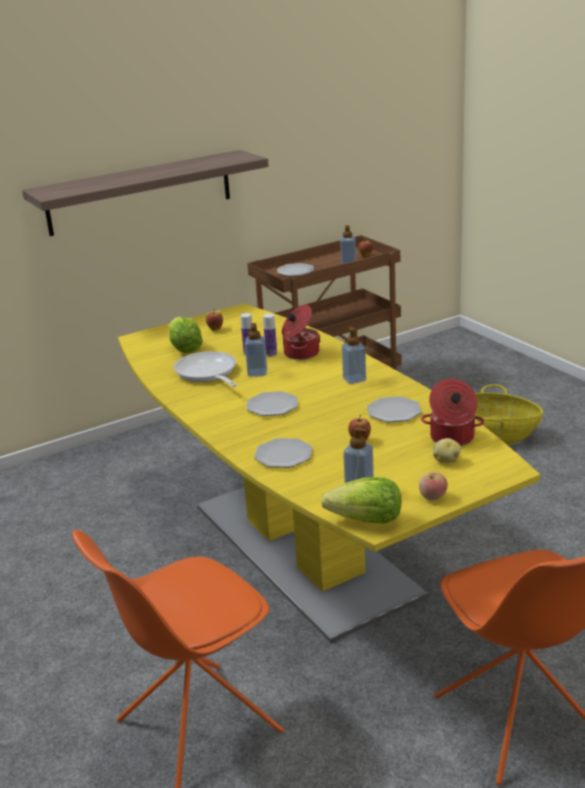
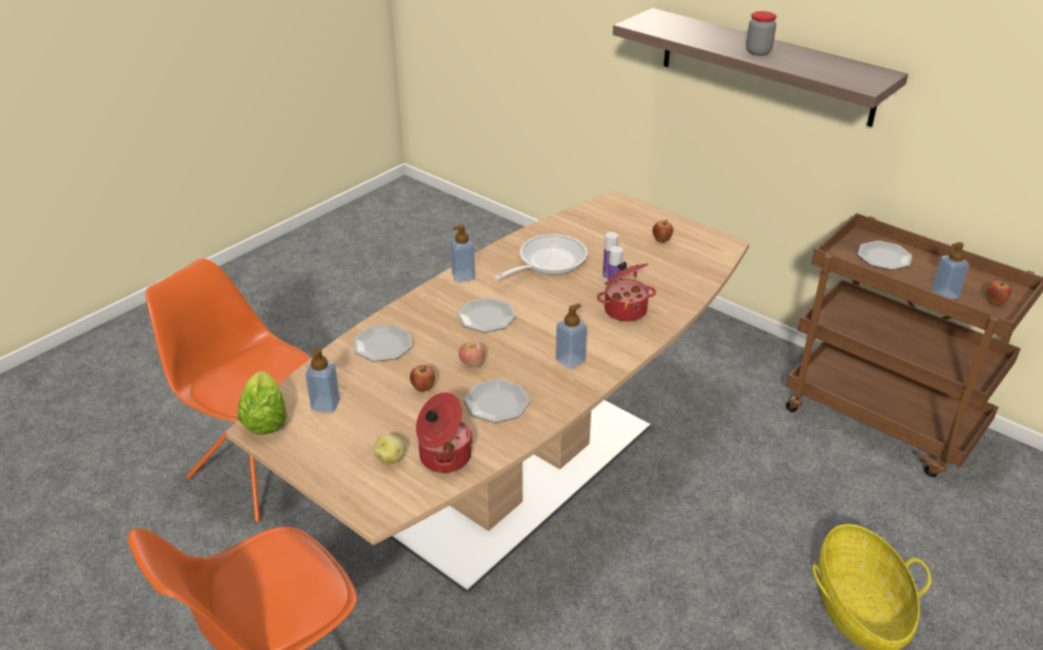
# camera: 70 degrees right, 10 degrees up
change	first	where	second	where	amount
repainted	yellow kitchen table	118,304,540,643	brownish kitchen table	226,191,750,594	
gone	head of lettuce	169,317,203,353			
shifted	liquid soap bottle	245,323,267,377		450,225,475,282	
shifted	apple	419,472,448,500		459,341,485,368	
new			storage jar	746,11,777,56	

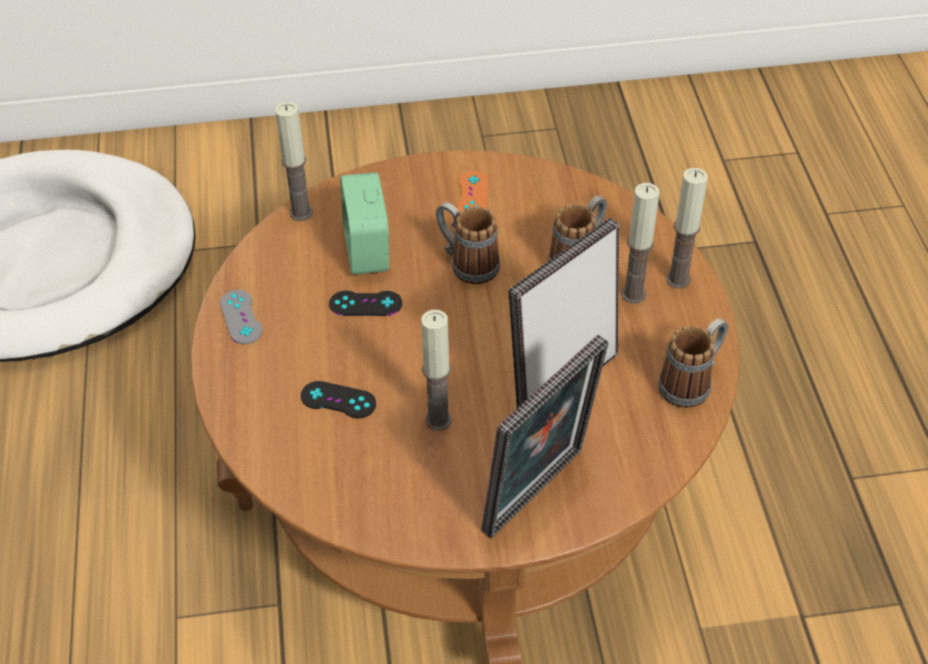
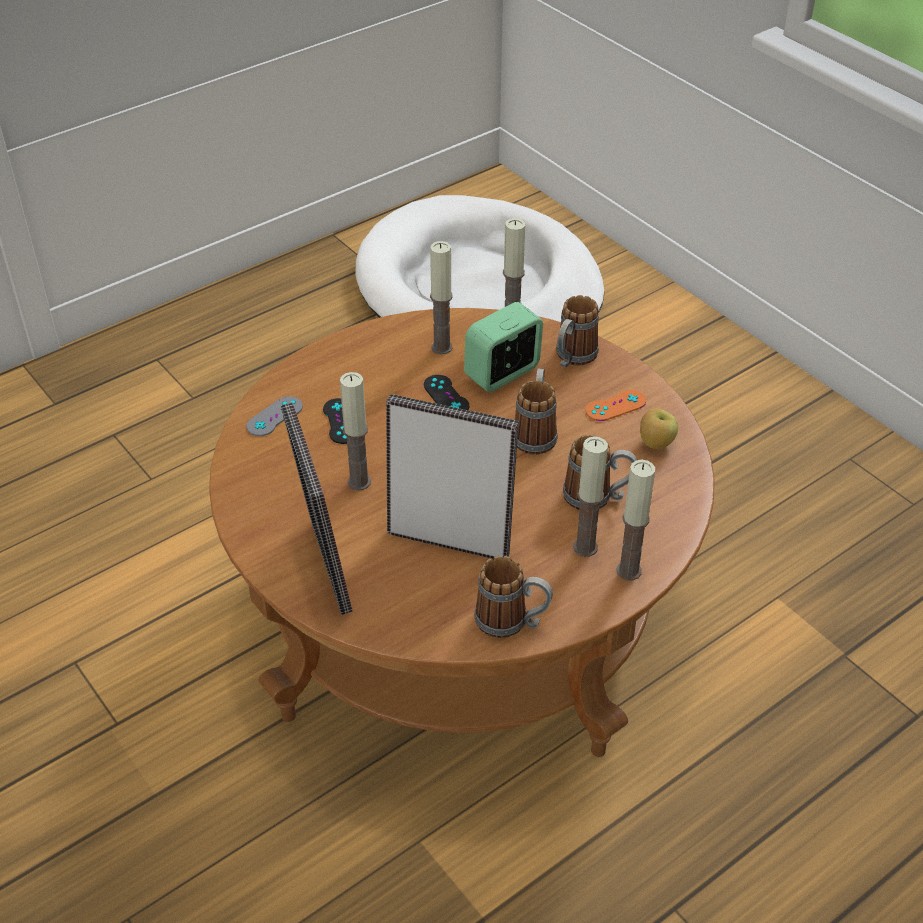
# camera: 60 degrees right, 5 degrees down
change	first	where	second	where	amount
shifted	grey game controller	220,290,262,344		246,396,303,436	
rotated	picture frame	481,335,609,538		281,403,353,615	60 degrees clockwise
new			candle	430,241,453,354	
new			coffee mug	556,295,599,368	
new			apple	640,408,678,449	

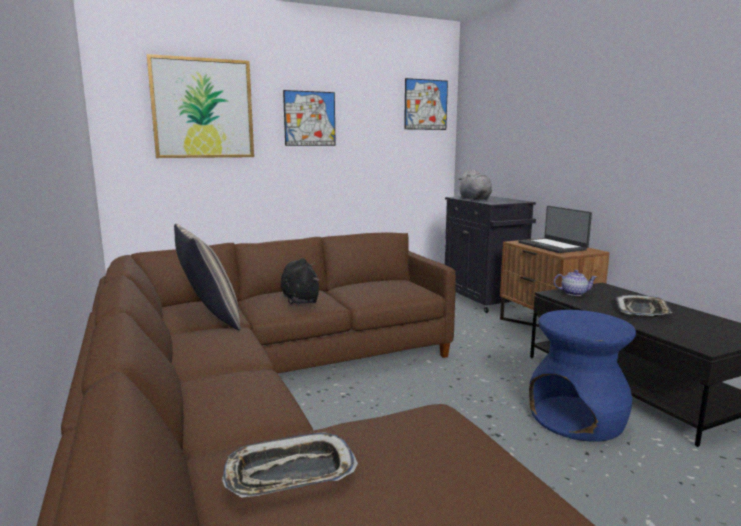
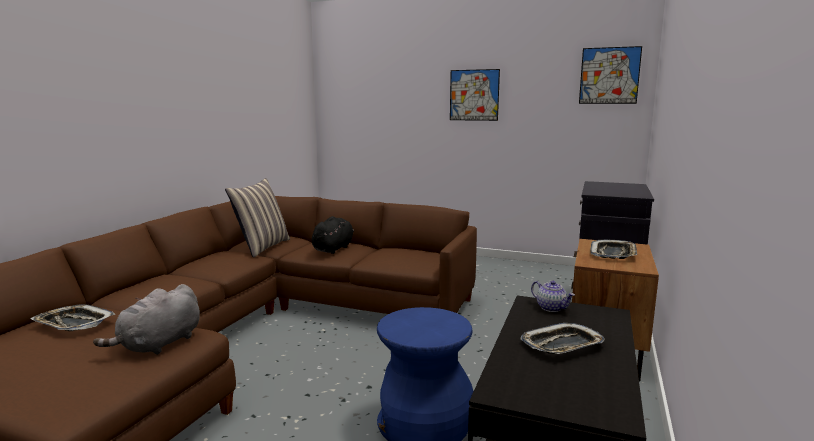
# camera: 45 degrees right, 0 degrees up
change	first	where	second	where	amount
gone	wall picture	147,54,254,158			
shifted	grey plush toy	458,169,492,200		93,284,200,355	
swapped	notebook computer	518,206,592,253	serving tray	590,240,637,259	

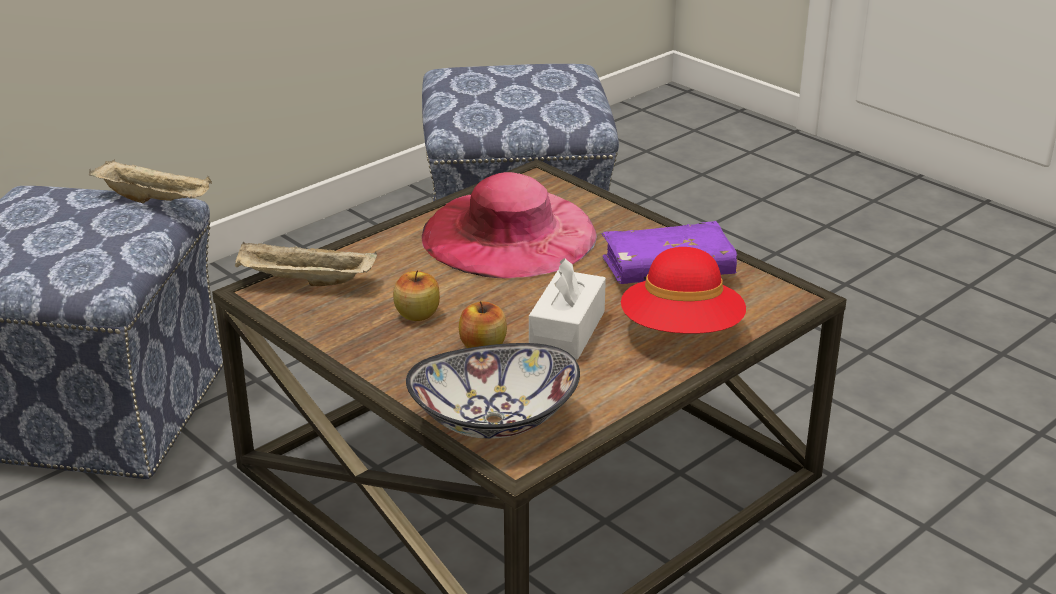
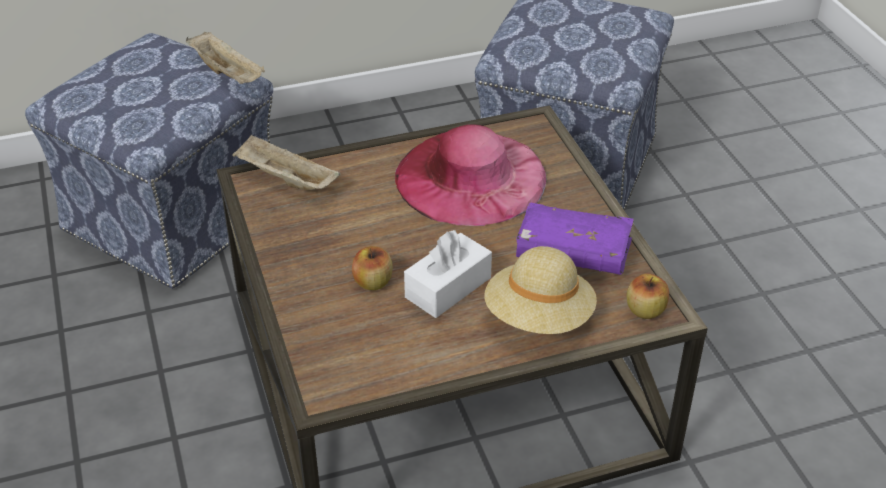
# camera: 25 degrees right, 10 degrees up
change	first	where	second	where	amount
repainted	red wearable hat	621,247,746,334	sand-coloured wearable hat	484,246,597,334	
shifted	apple	393,270,440,321		626,273,669,319	
gone	deep dish	406,343,580,439			

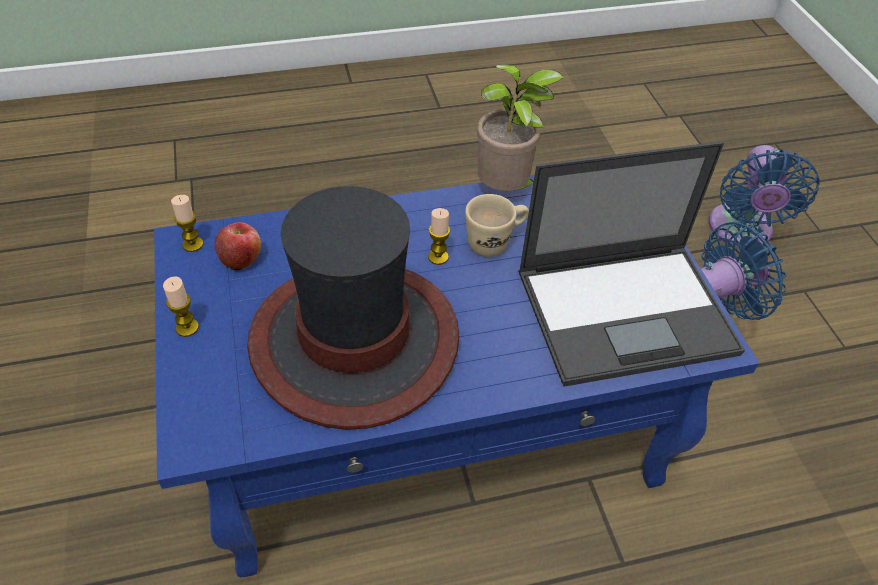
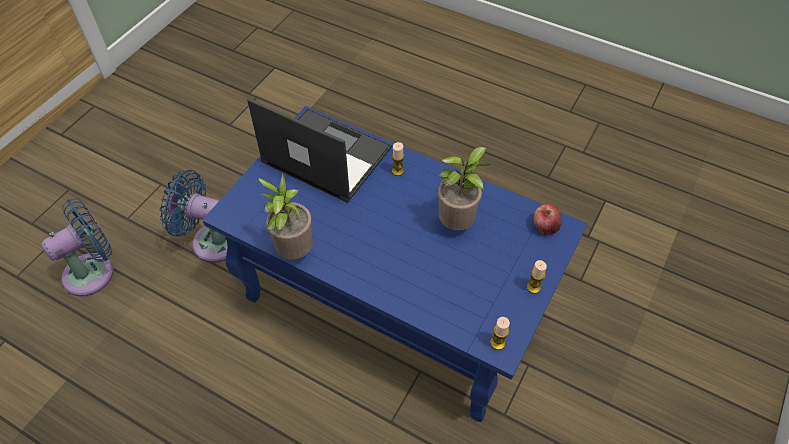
# camera: 135 degrees left, 5 degrees up
change	first	where	second	where	amount
swapped	wearable hat	247,186,460,430	plant in a pot	438,146,490,230	
gone	sand-coloured coffee mug	465,194,529,257			
shifted	candle	428,208,450,265		392,142,405,176	
shifted	apple	214,222,261,270		534,204,562,235	

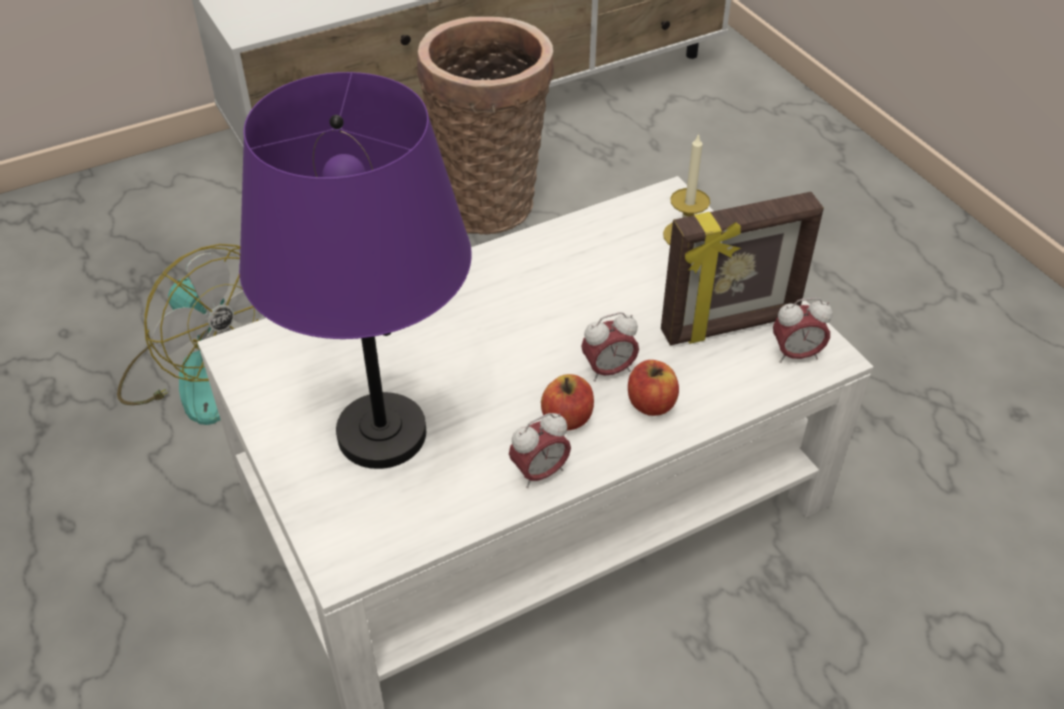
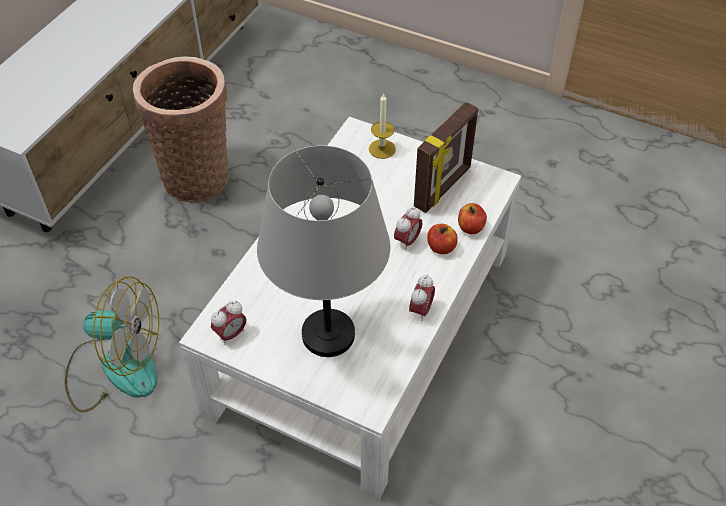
# camera: 35 degrees left, 5 degrees up
change	first	where	second	where	amount
repainted	purple-coloured lamp for a table	239,72,472,469	grey lamp for a table	257,145,390,357	
shifted	table clock	773,298,833,363		211,301,247,345	
shifted	apple	541,374,594,430		458,203,487,234	

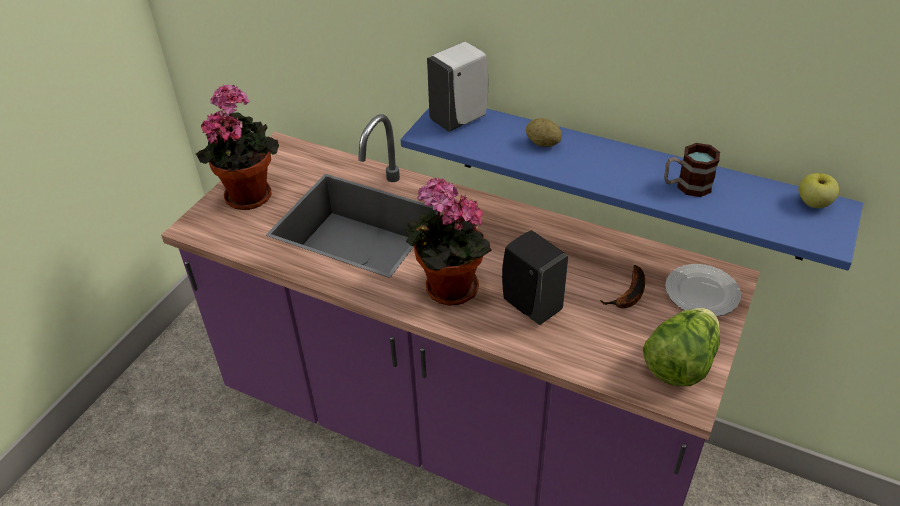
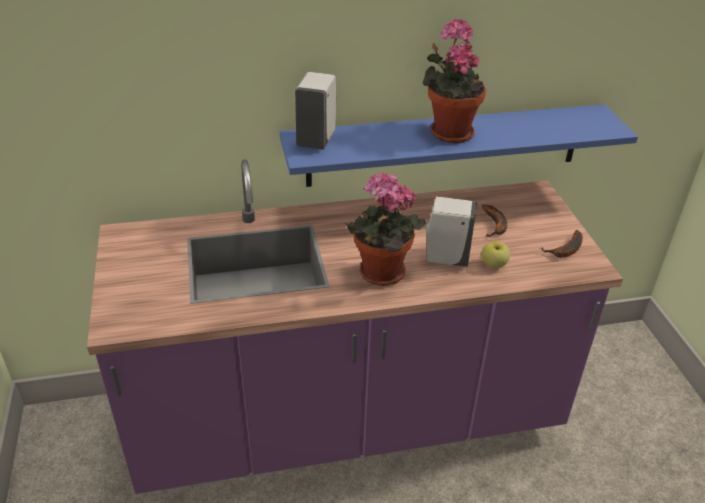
# camera: 40 degrees left, 5 degrees down
change	first	where	second	where	amount
shifted	plant in a pot	196,85,279,210		423,19,486,143	
gone	whole potato	526,118,562,147			
gone	coffee mug	664,143,720,197			
shifted	apple	799,173,839,208		481,241,510,268	
repainted	blackish liquid soap bottle	502,230,569,325	white liquid soap bottle	425,196,477,267	
gone	dinner plate	665,264,741,316			
swapped	head of lettuce	643,308,720,386	banana fruit	541,230,583,257	

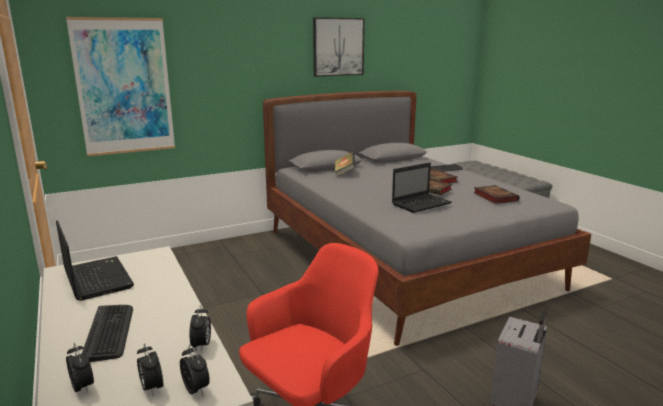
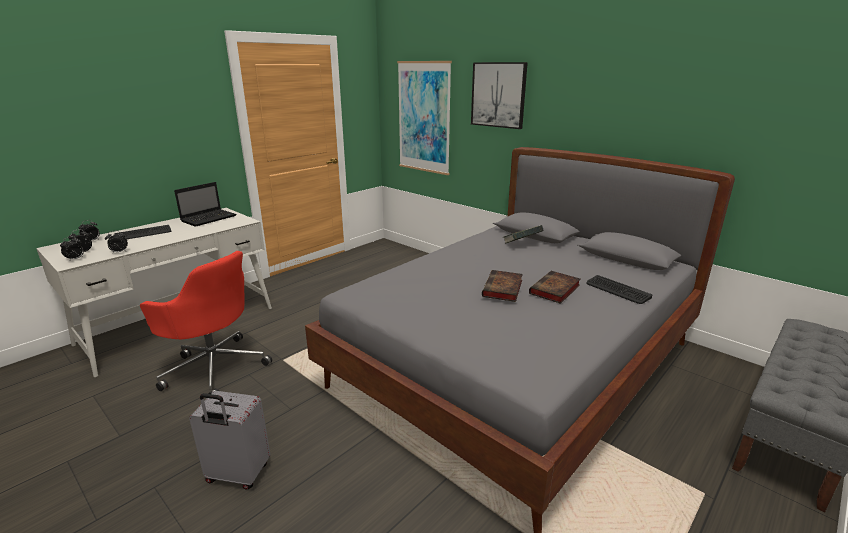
# camera: 70 degrees right, 5 degrees up
change	first	where	second	where	amount
shifted	wall picture	313,17,365,77		471,62,528,129	
gone	notebook computer	392,162,452,213			
gone	volume	473,185,519,204			

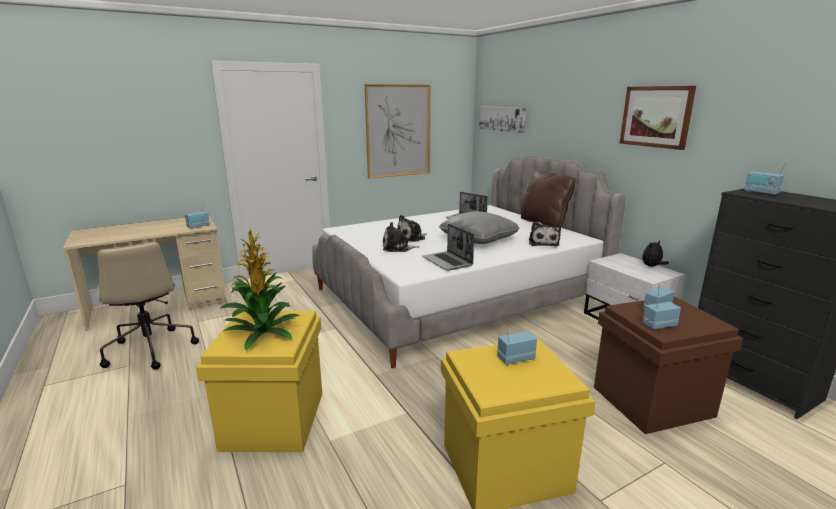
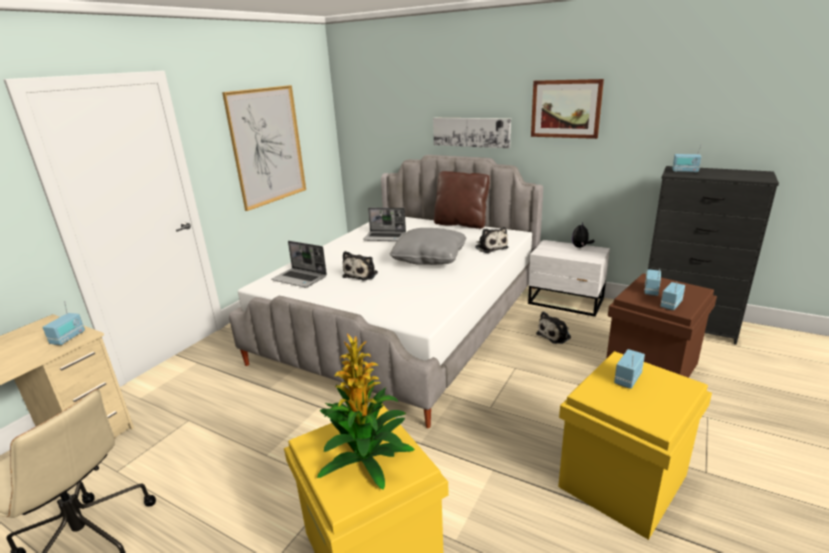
# camera: 30 degrees left, 5 degrees up
change	first	where	second	where	amount
shifted	wall picture	479,106,526,133		433,118,511,148	
shifted	plush toy	383,222,420,252		536,311,571,344	
shifted	notebook computer	422,224,474,271		271,241,327,287	

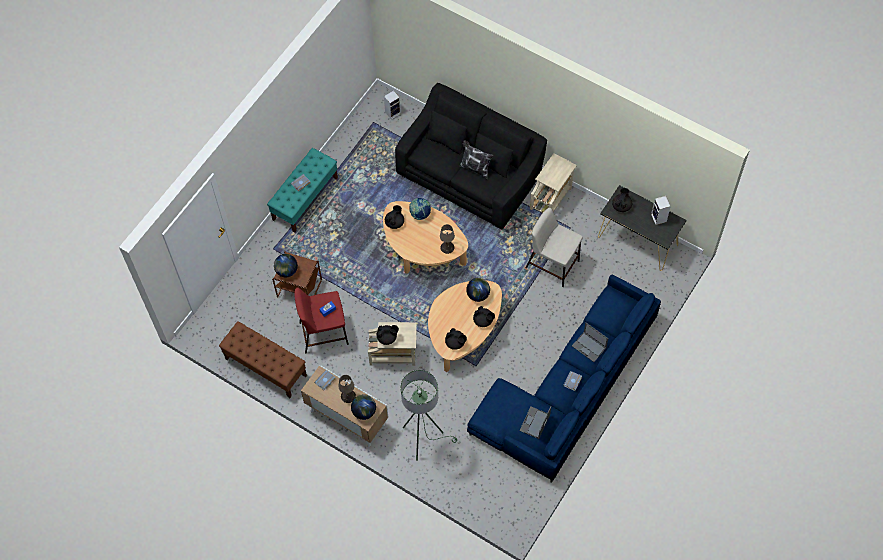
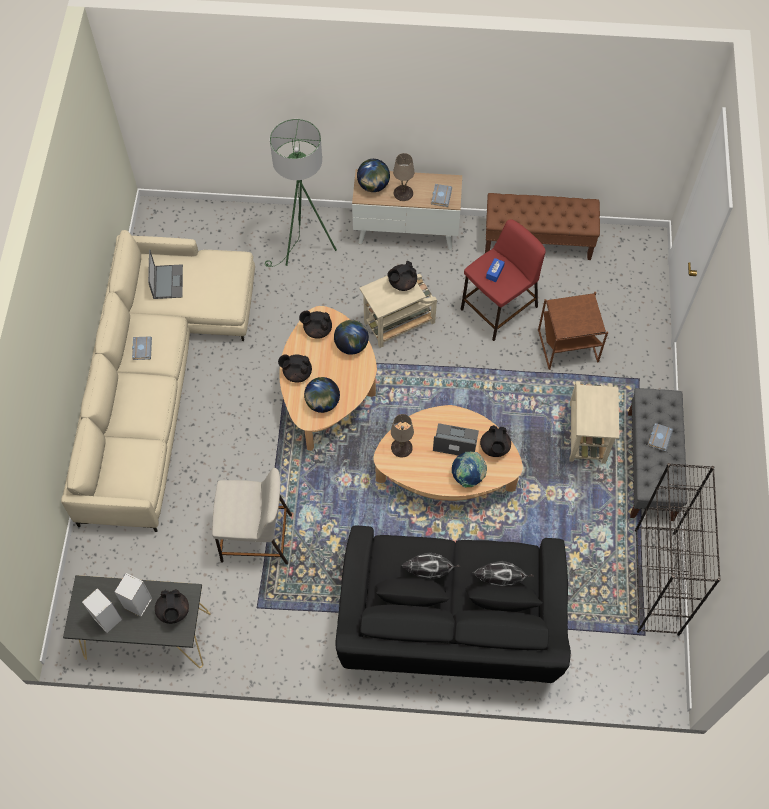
# camera: 150 degrees right, 0 degrees up
change	first	where	second	where	amount
shifted	speaker	384,90,401,120		114,573,152,617	
repainted	turquoise-coloured long seat	267,148,338,233	grey long seat	628,388,687,521	
shifted	sand-coloured side table	530,153,577,213		569,381,619,464	
shifted	desk globe	274,254,298,277		334,320,369,355	
repainted	bluish couch	467,275,661,483	sand-coloured couch	61,230,255,532	
shifted	notebook computer	572,323,608,362		433,423,479,455	
new			blackish bookshelf	635,463,721,636	
new			pillow	472,561,534,586	

